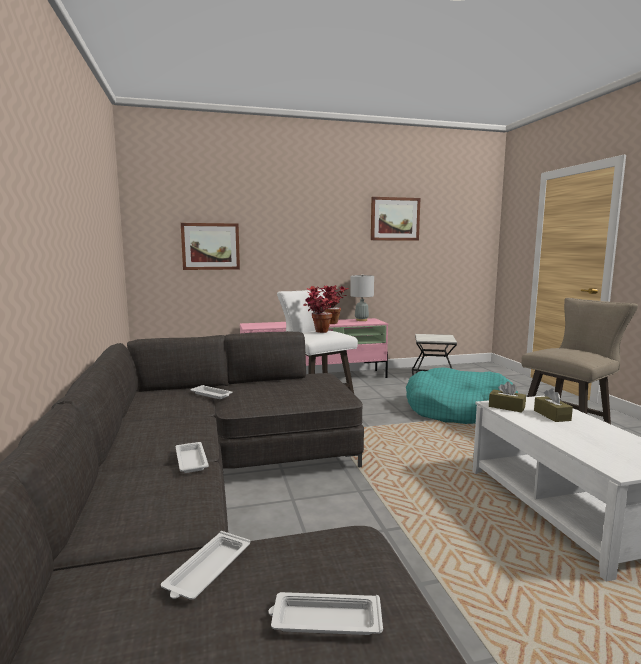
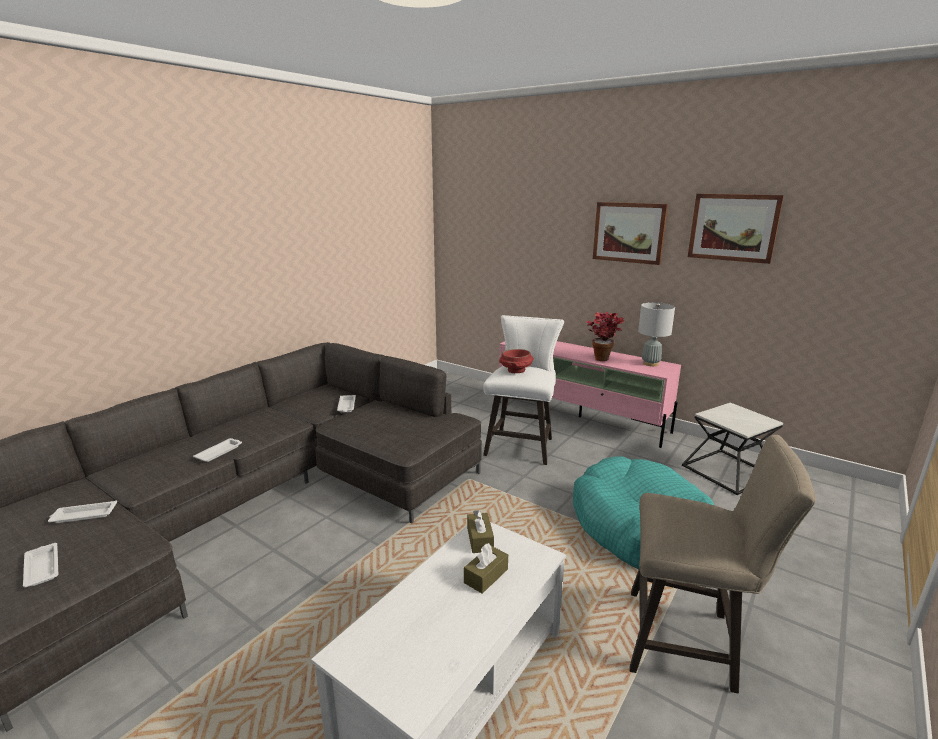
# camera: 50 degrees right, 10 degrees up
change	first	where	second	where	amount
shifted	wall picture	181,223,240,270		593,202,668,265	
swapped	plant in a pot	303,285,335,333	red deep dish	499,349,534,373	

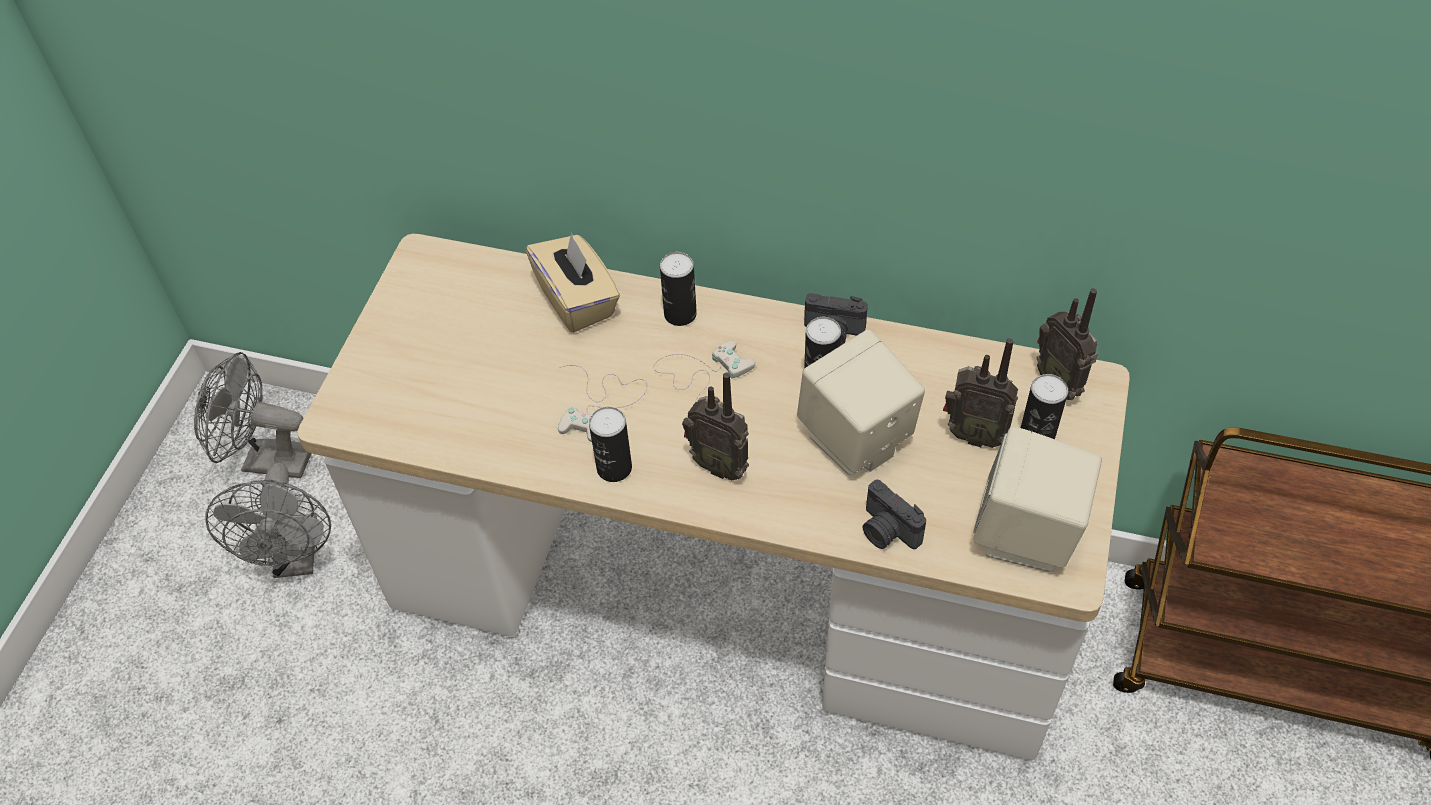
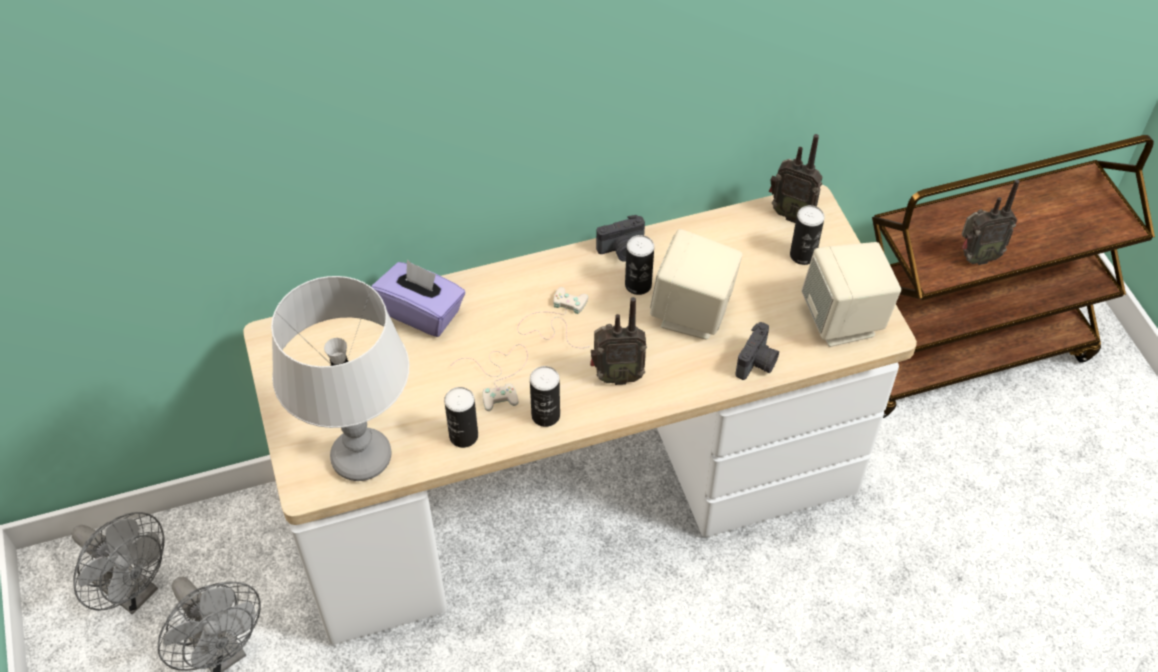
# camera: 35 degrees left, 0 degrees up
change	first	where	second	where	amount
repainted	sand-coloured tissue box	526,232,620,333	purple-coloured tissue box	372,260,465,337	
shifted	can	660,252,697,326		444,387,478,448	
shifted	radio	943,338,1018,448		962,179,1020,265	
rotated	grey cooling fan	194,352,311,478		71,512,165,614	120 degrees counterclockwise
rotated	photo camera	862,480,926,549		735,322,779,380	75 degrees counterclockwise
new			grey lamp for a table	271,276,409,481	

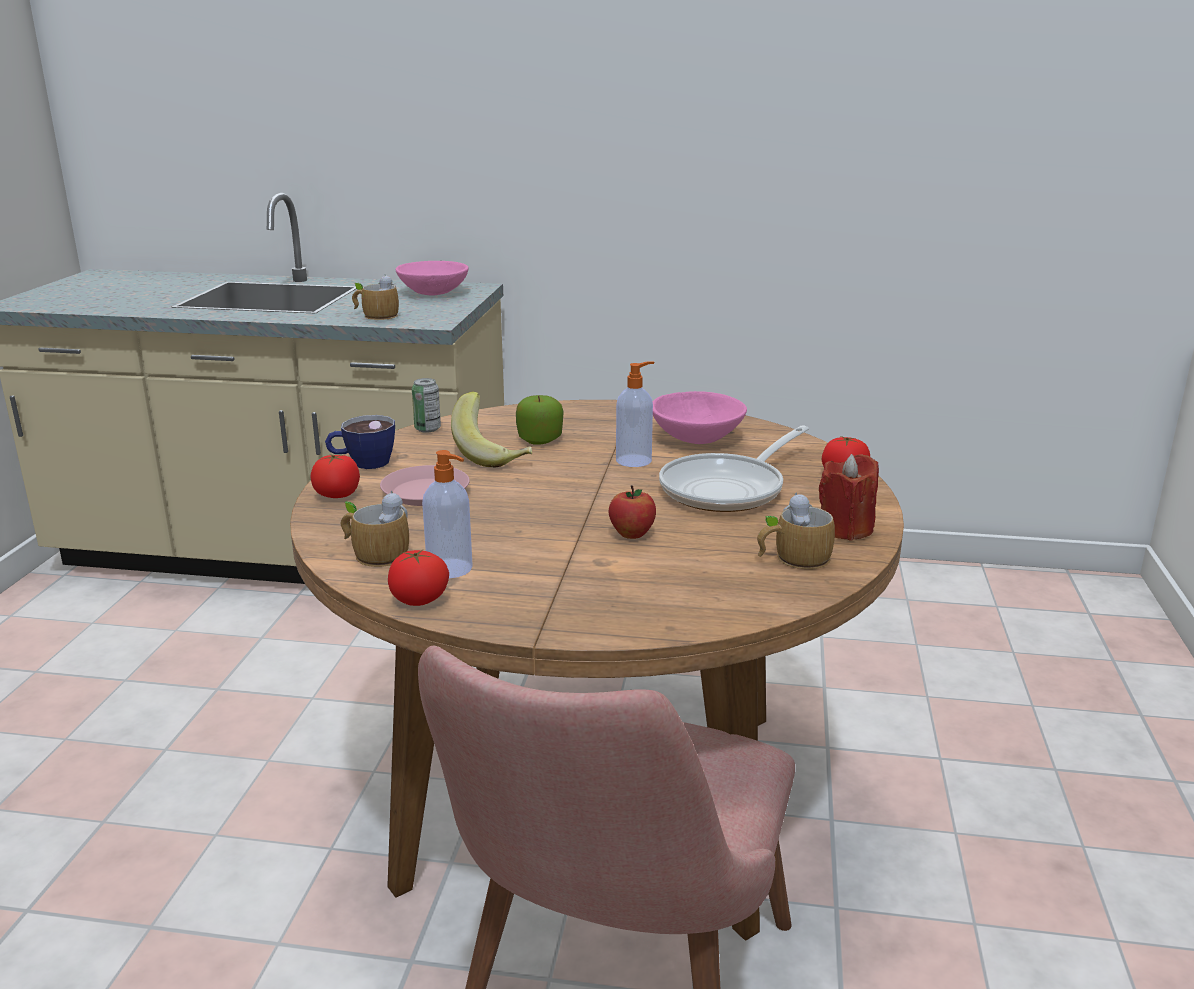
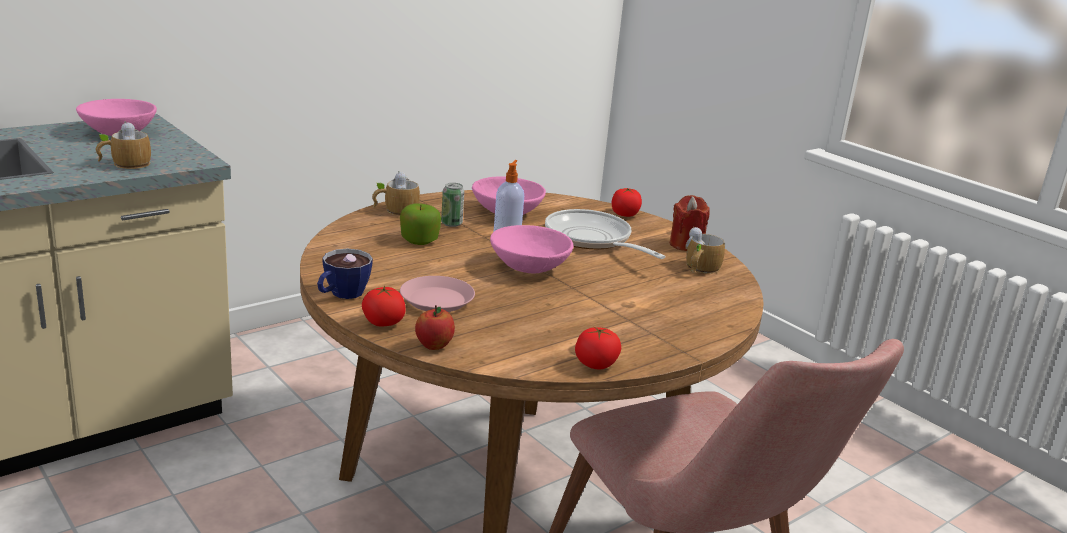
# camera: 50 degrees left, 0 degrees up
change	first	where	second	where	amount
shifted	can	412,378,441,433		441,183,464,227	
gone	banana fruit	451,391,532,467			
rotated	pan	659,425,809,512		545,209,666,259	150 degrees clockwise
gone	liquid soap bottle	422,450,473,579			
shifted	apple	609,485,656,539		415,305,455,350	
shifted	coffee mug	341,491,409,567		372,171,420,216	
new			pink deep dish	490,225,573,273	

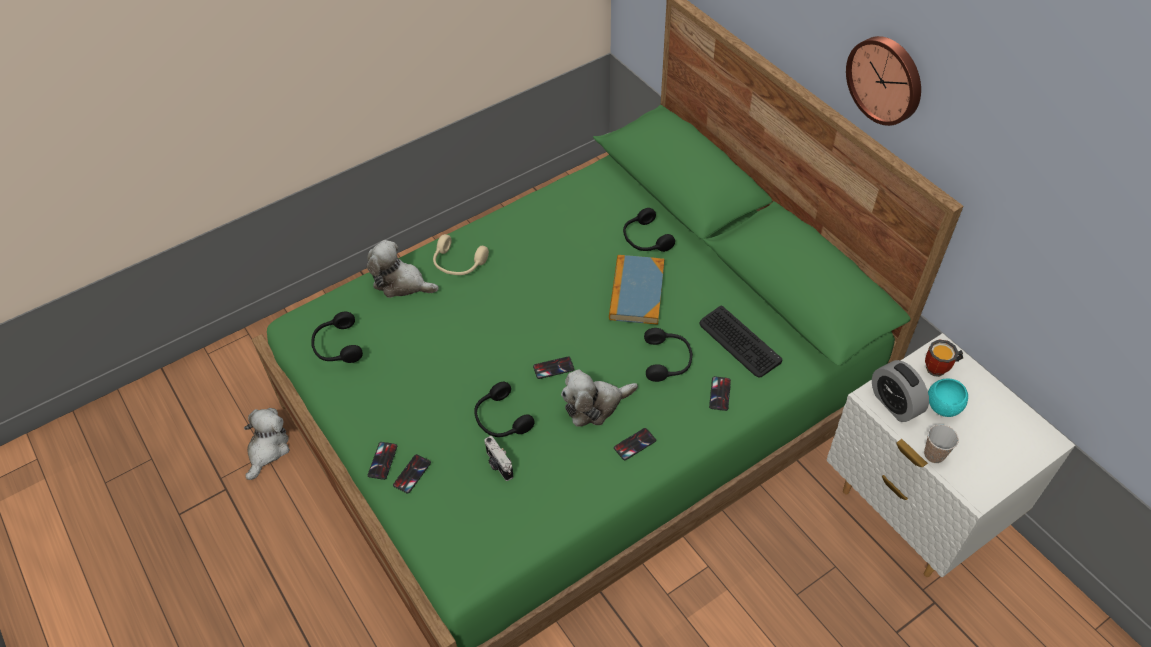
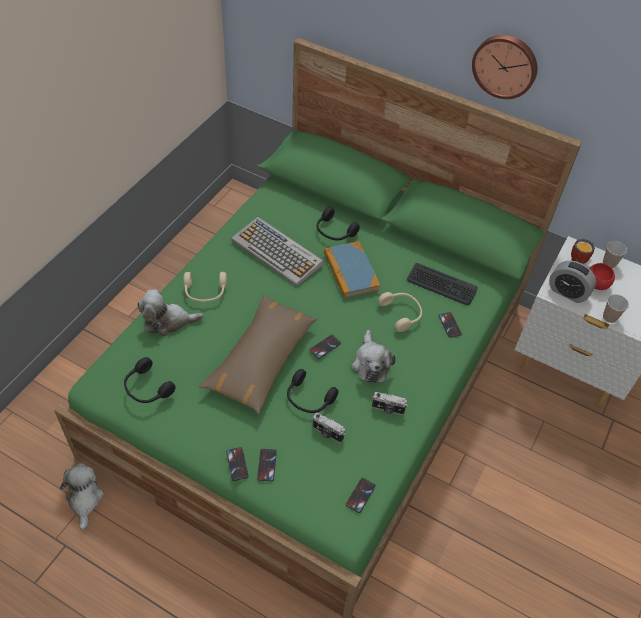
# camera: 30 degrees left, 0 degrees up
change	first	where	second	where	amount
repainted	blackish headset	644,328,693,382	sand-coloured headset	378,292,422,332	
rotated	plush toy	561,370,638,427		351,330,396,383	45 degrees counterclockwise
repainted	turquoise-coloured deep dish	928,378,968,417	red deep dish	589,263,615,290	
shifted	telephone	614,428,656,460		346,478,376,513	
new			computer keyboard	231,217,324,287	
new			drinking cup	603,241,627,268	
new			brownish pillow	199,295,317,414	
new			photo camera	372,392,408,415	

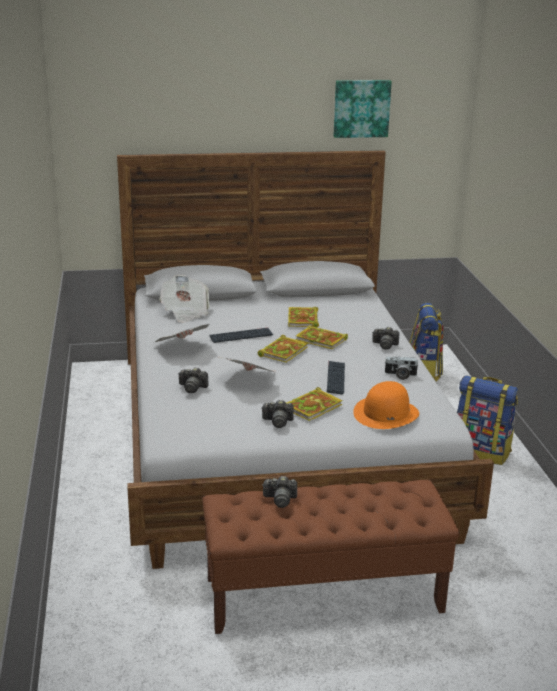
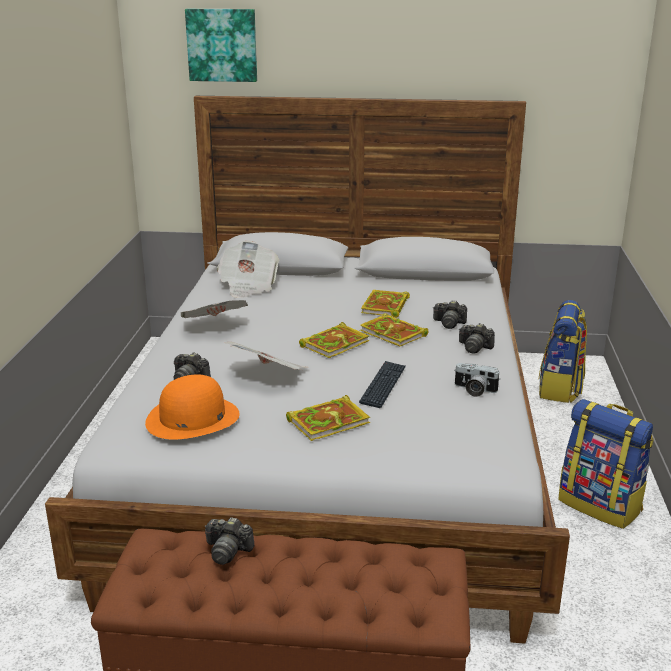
# camera: 15 degrees right, 0 degrees up
change	first	where	second	where	amount
shifted	wall picture	333,80,392,138		185,9,257,82	
gone	computer keyboard	210,328,273,343			
shifted	orangey wearable hat	353,381,419,429		145,374,240,440	
shifted	photo camera	261,400,294,428		433,300,467,329	

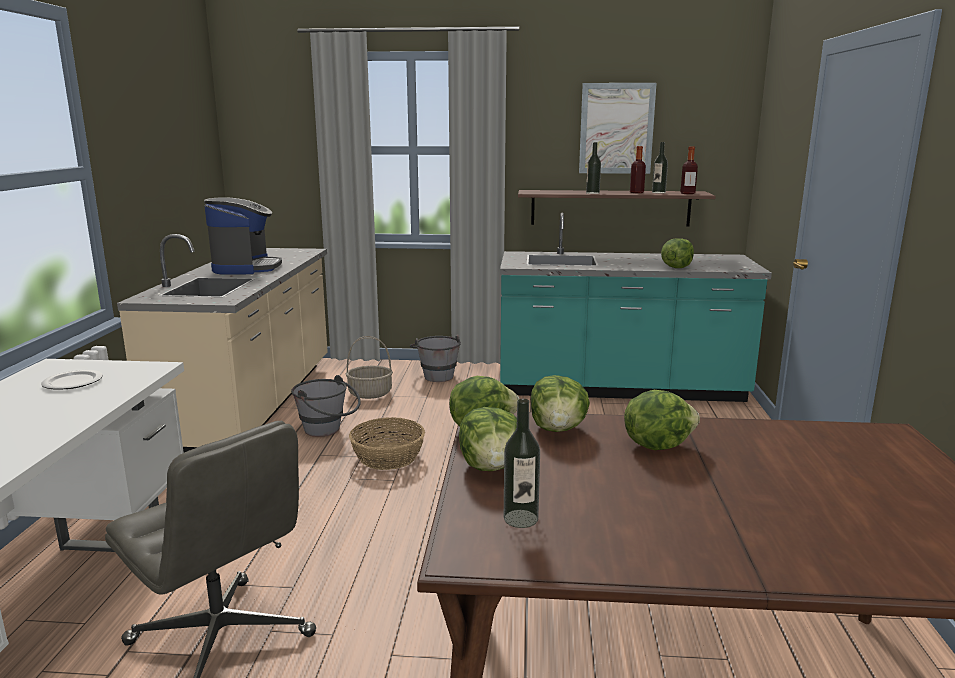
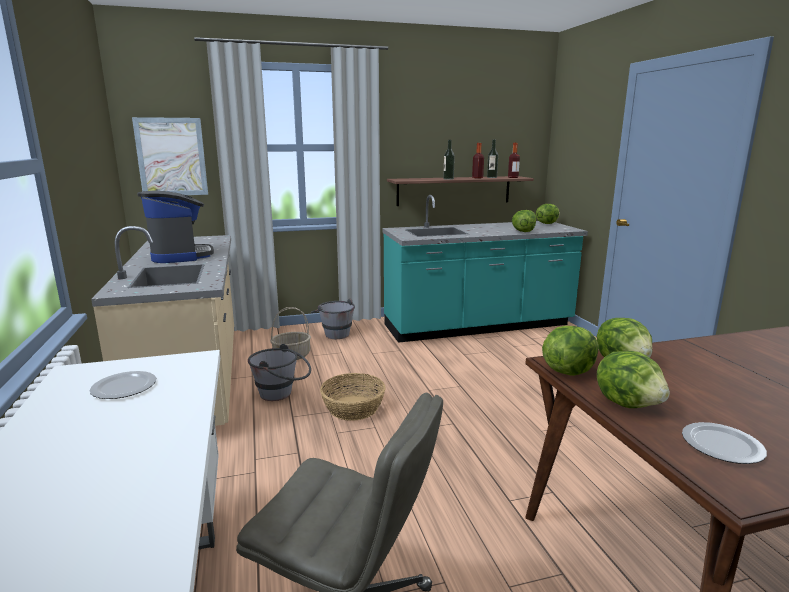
# camera: 20 degrees left, 0 degrees up
change	first	where	second	where	amount
shifted	wall picture	579,83,656,174		132,117,208,195	
shifted	head of lettuce	624,390,700,450		536,204,560,224	
swapped	bottle	504,399,540,528	dinner plate	682,422,767,464	

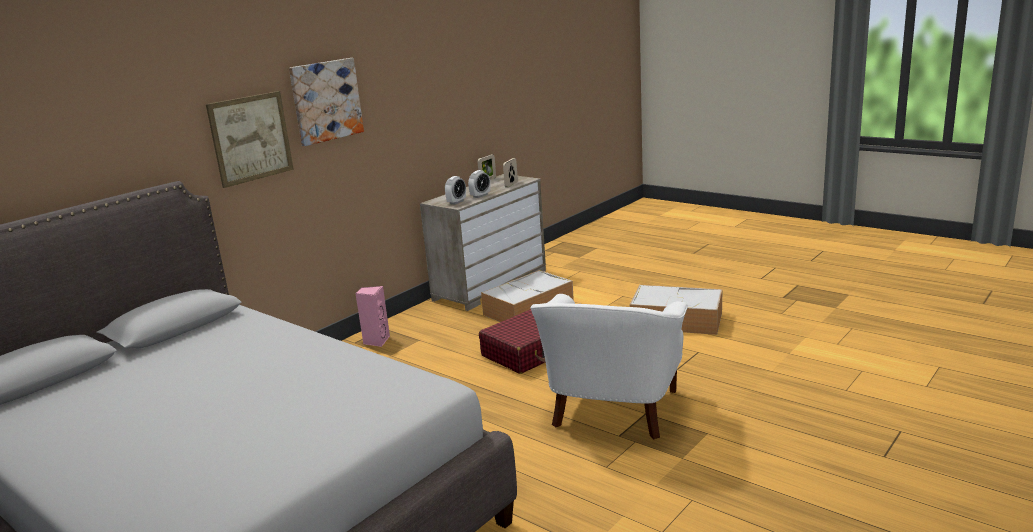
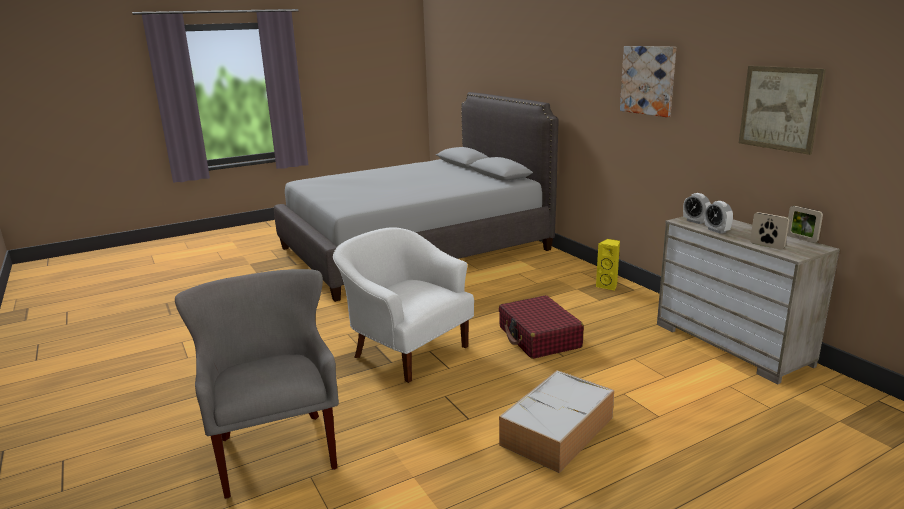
# camera: 110 degrees right, 0 degrees up
change	first	where	second	where	amount
shifted	wall picture	206,91,294,188		739,66,826,155	
gone	storage bin	481,270,574,322			
repainted	pink speaker	355,286,390,347	yellow speaker	596,239,620,291	
new			grey lounge chair	175,269,339,499	

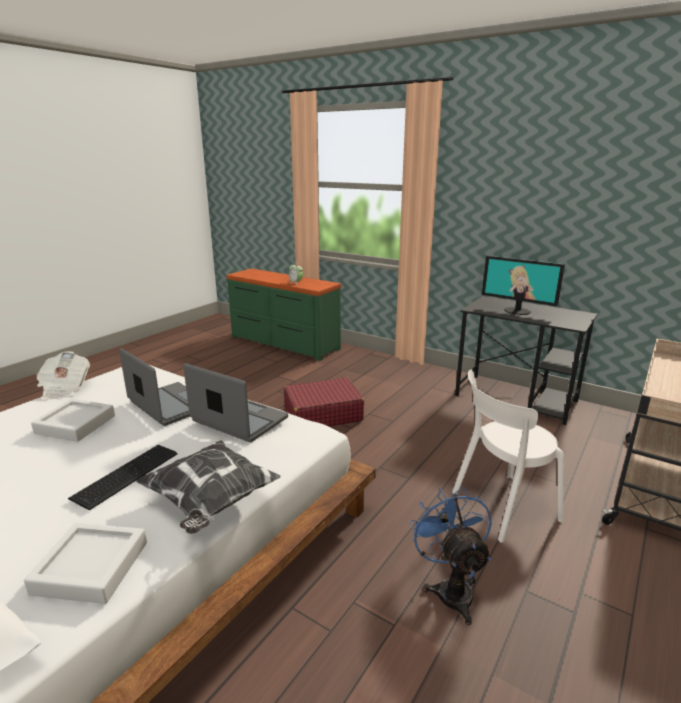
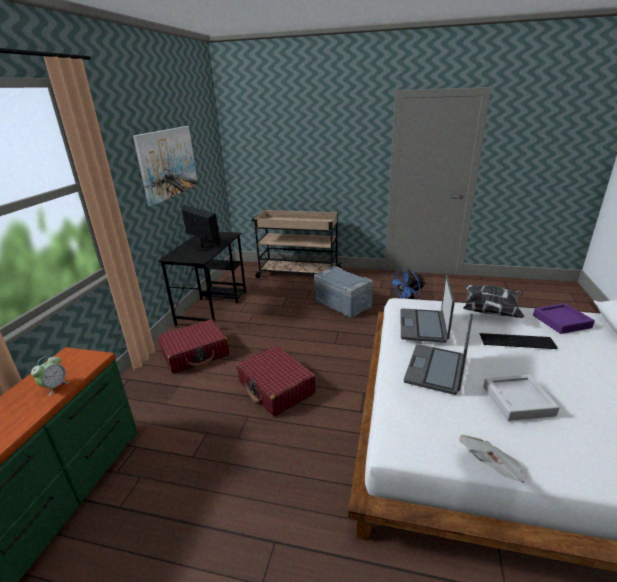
# camera: 110 degrees left, 5 degrees up
change	first	where	second	where	amount
rotated	computer display	482,256,565,315		182,205,221,251	60 degrees counterclockwise
swapped	white chair	452,370,564,543	grey storage bin	314,266,373,318	
repainted	grey serving tray	24,523,147,604	purple-coloured serving tray	533,303,595,334	
new			wall picture	133,126,198,206	
new			red piece of luggage	158,319,230,374	

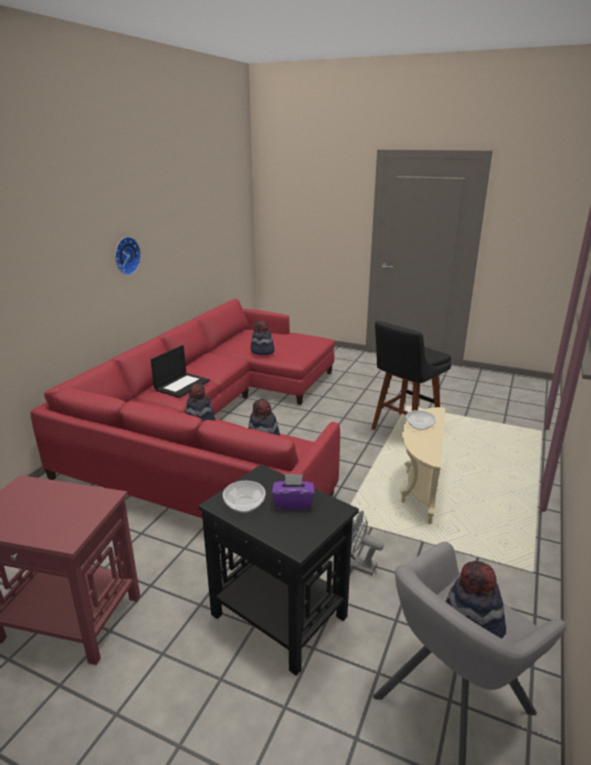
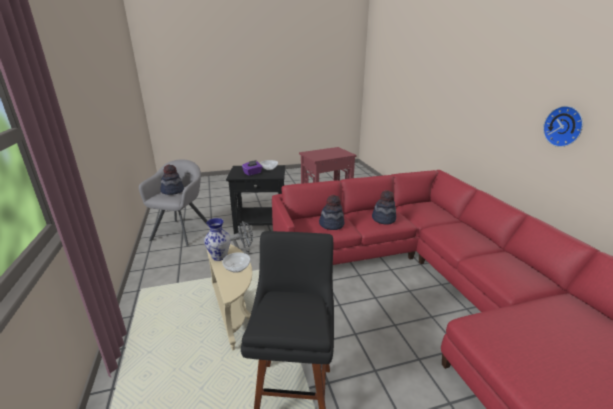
# camera: 140 degrees right, 0 degrees up
change	first	where	second	where	amount
gone	wearable hat	250,320,274,355			
gone	notebook computer	151,345,210,398			
new			decorative vase	204,218,230,261	

